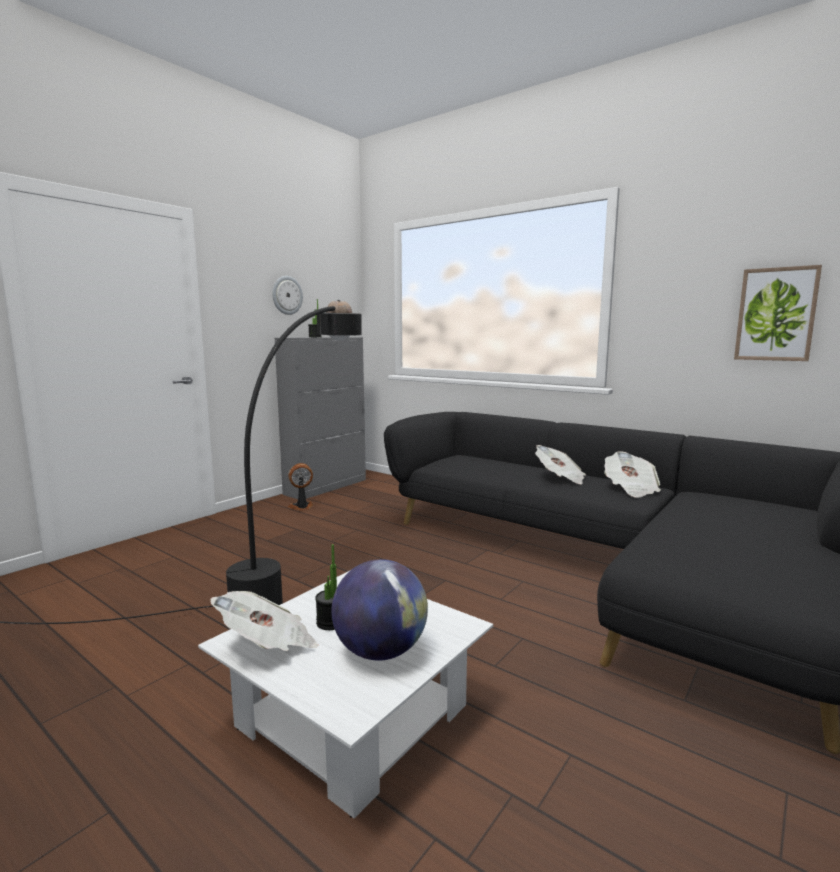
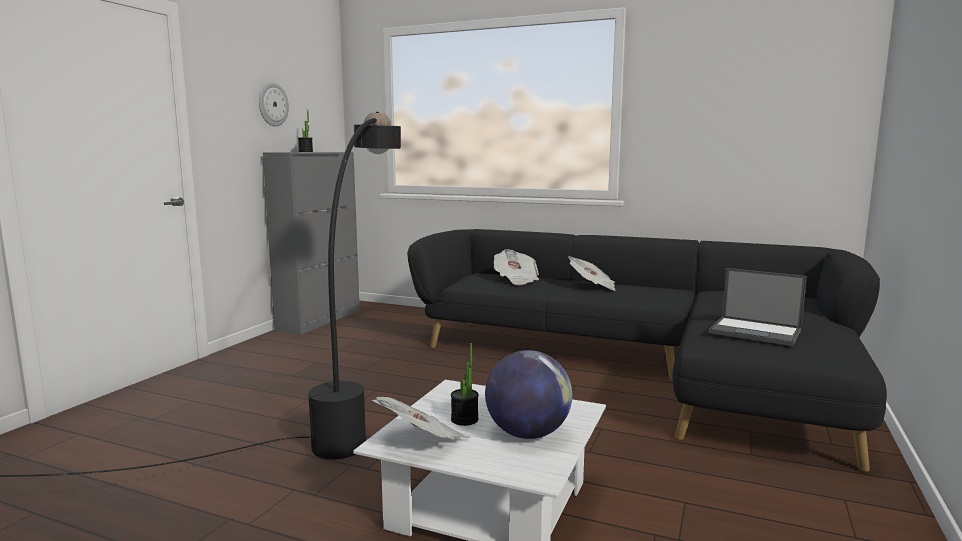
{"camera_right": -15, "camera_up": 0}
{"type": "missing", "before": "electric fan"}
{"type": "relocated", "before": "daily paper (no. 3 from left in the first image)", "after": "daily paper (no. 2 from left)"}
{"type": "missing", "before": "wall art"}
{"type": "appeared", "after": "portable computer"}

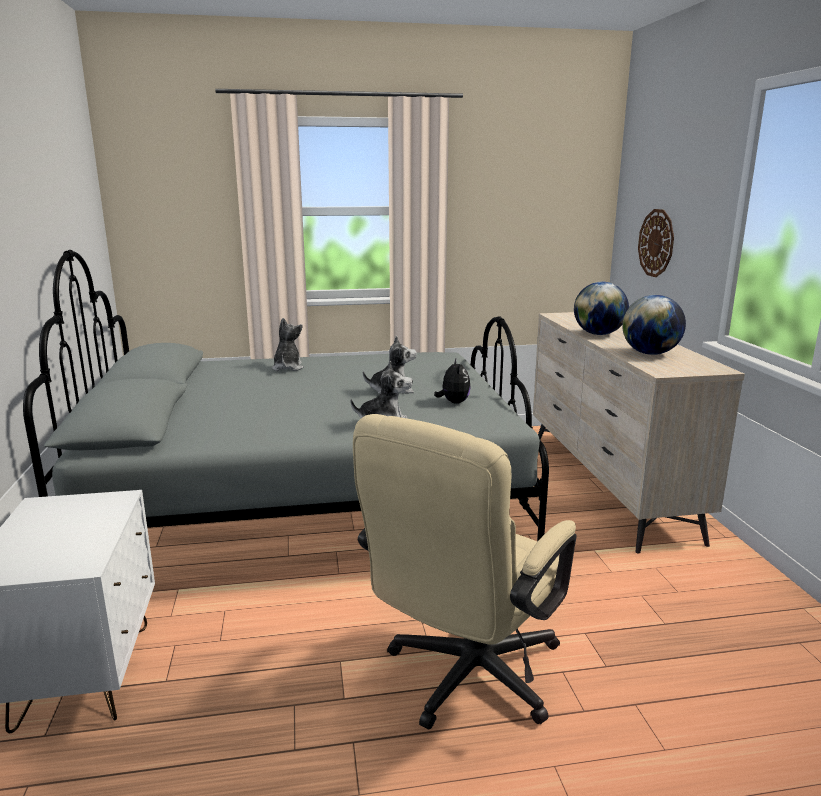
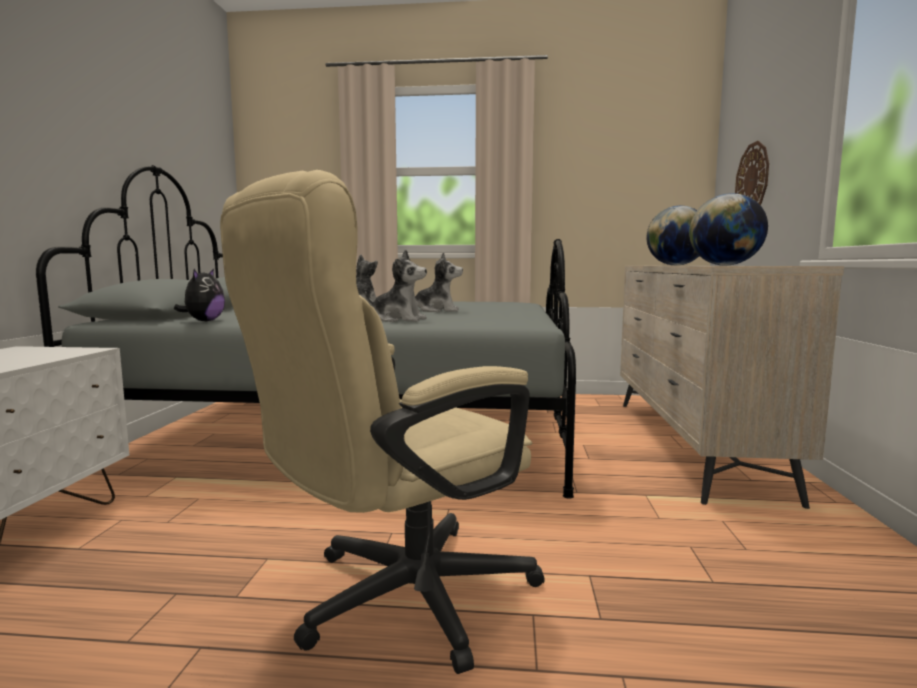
{"camera_right": 15, "camera_up": -10}
{"type": "relocated", "before": "cuddly toy (no. 4 from left in the first image)", "after": "cuddly toy (no. 1 from left)"}

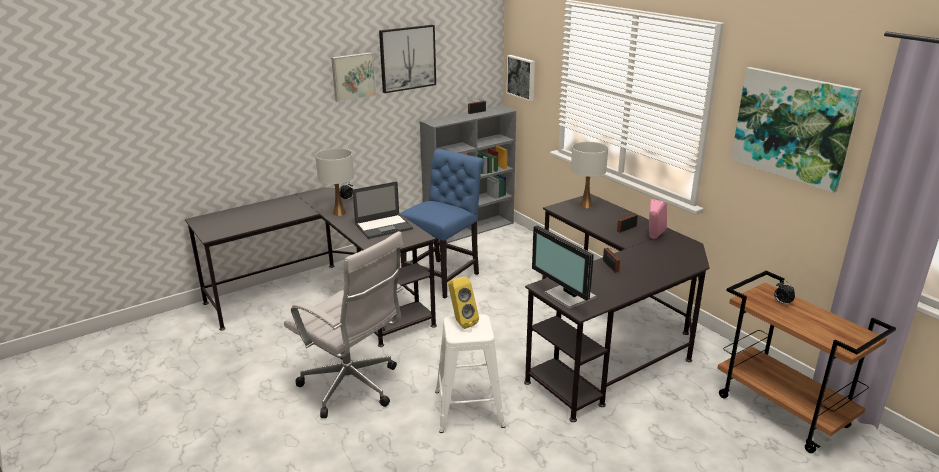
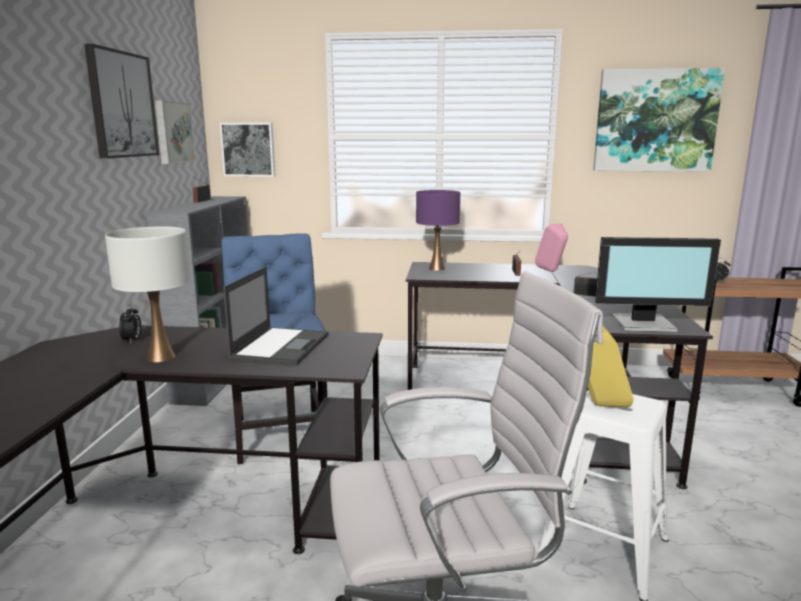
{"camera_right": -50, "camera_up": -10}
{"type": "relocated", "before": "wall art (no. 1 from left in the first image)", "after": "wall art (no. 2 from left)"}
{"type": "colour", "before": "tabletop lamp/white-coloured (no. 2 from left)", "after": "tabletop lamp/purple-coloured"}

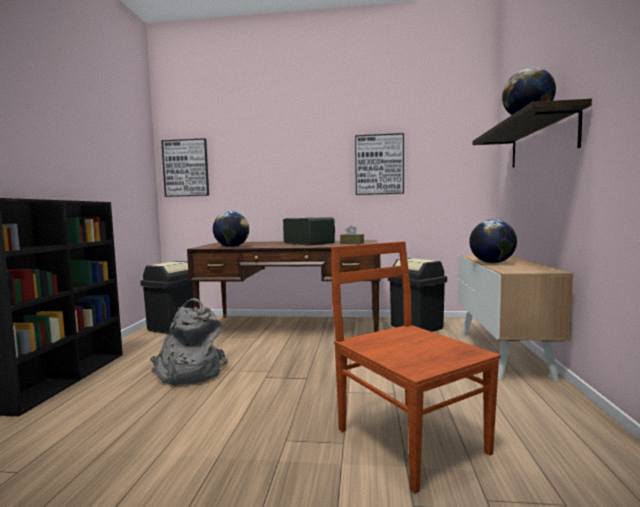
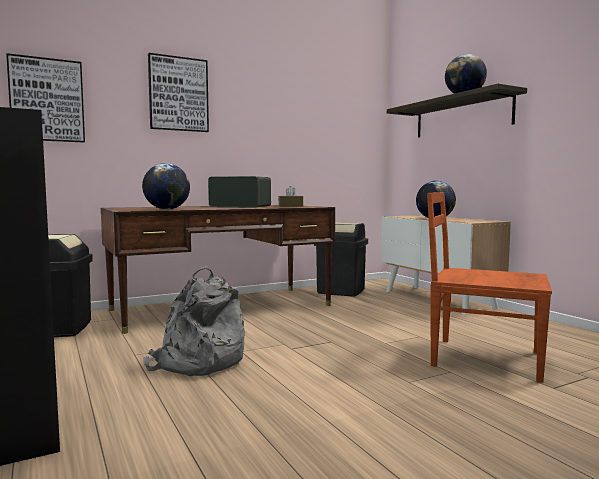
{"camera_right": -35, "camera_up": 0}
{"type": "relocated", "before": "wall art (no. 2 from left)"}

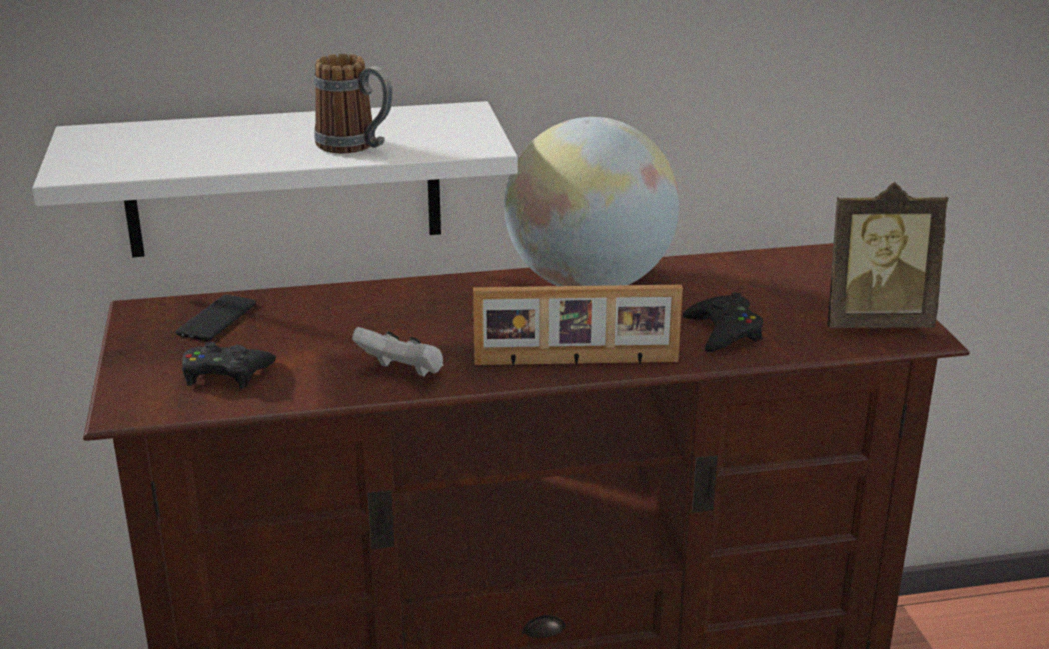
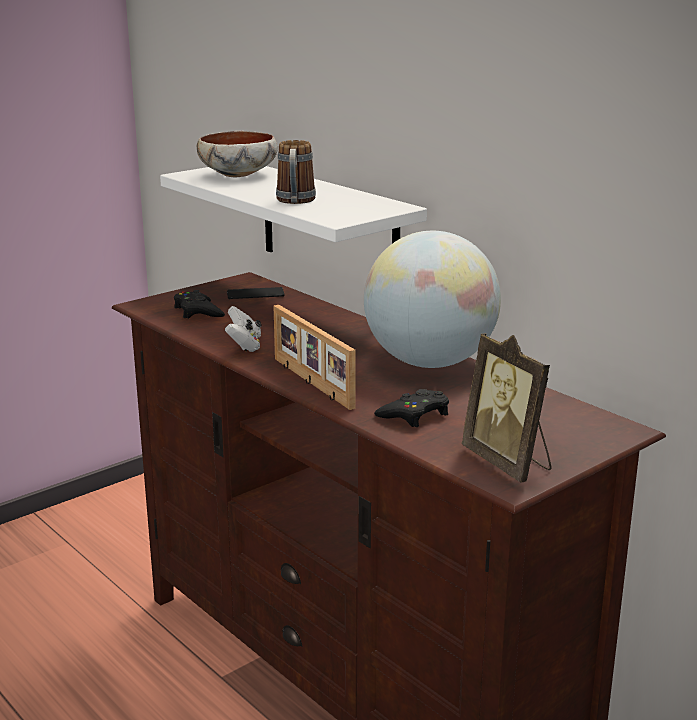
{"camera_right": 60, "camera_up": -5}
{"type": "appeared", "after": "serving bowl"}

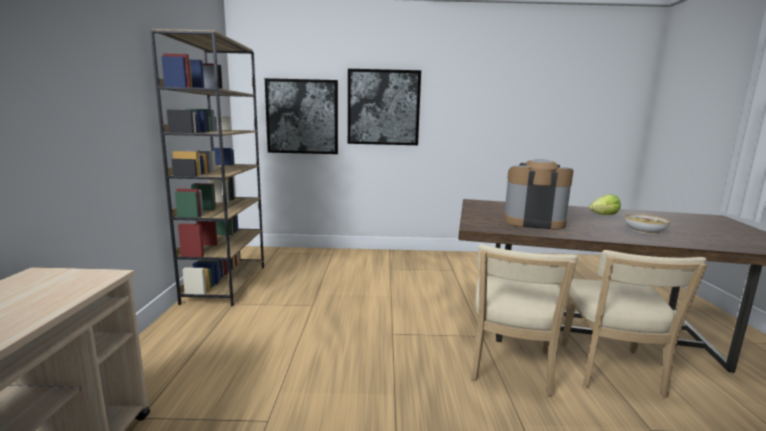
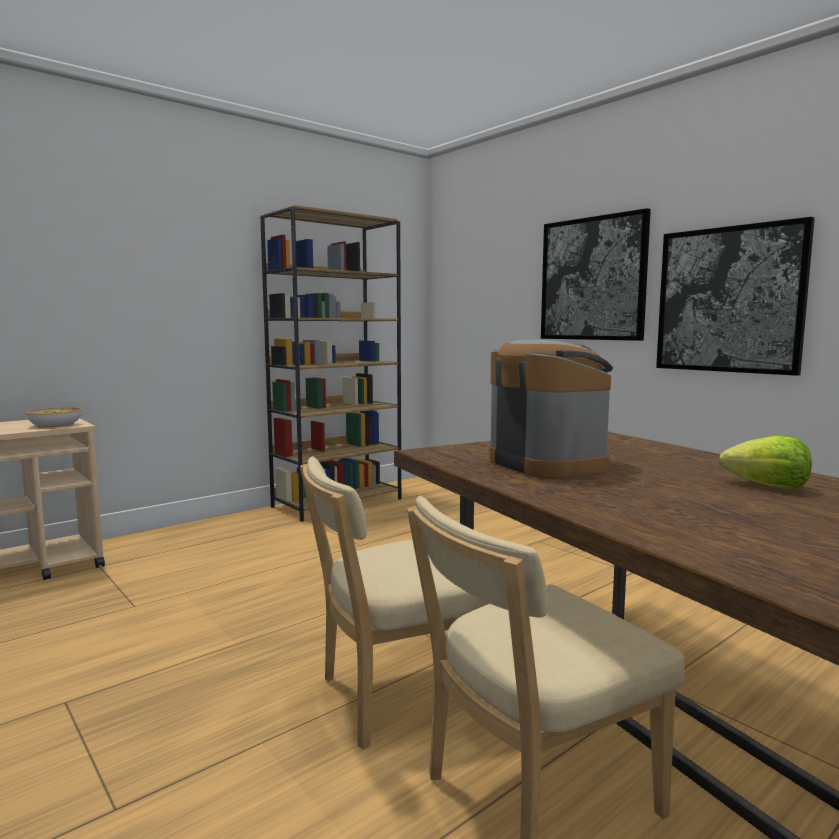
{"camera_right": 50, "camera_up": -5}
{"type": "relocated", "before": "wall art (no. 1 from left in the first image)", "after": "wall art (no. 2 from left)"}
{"type": "relocated", "before": "serving bowl"}

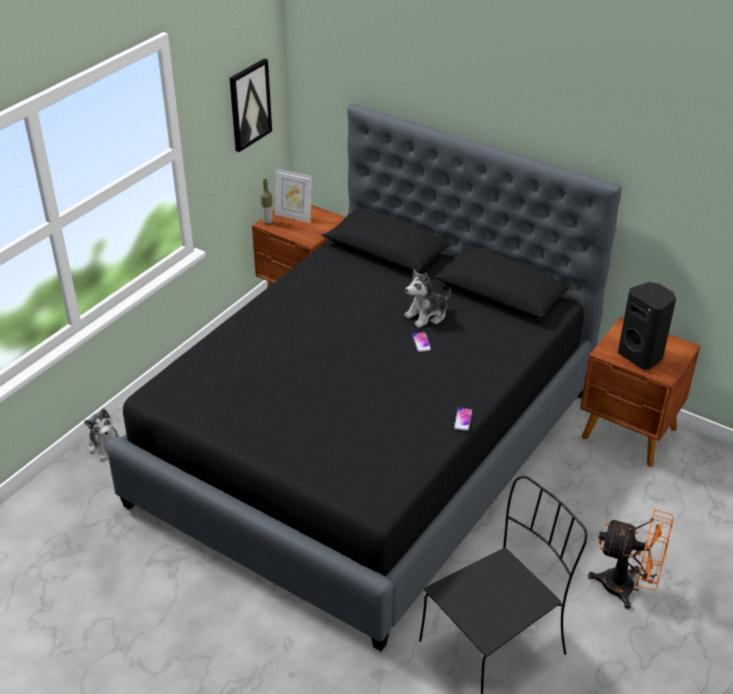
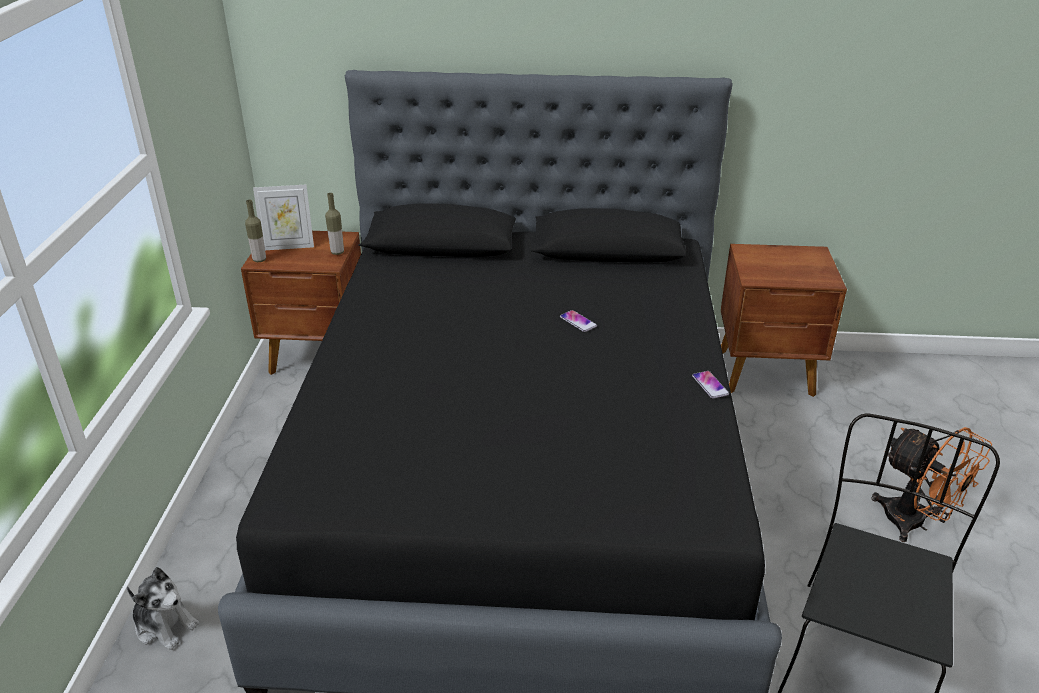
{"camera_right": -30, "camera_up": -5}
{"type": "missing", "before": "wall art"}
{"type": "missing", "before": "cuddly toy (no. 2 from left)"}
{"type": "spun", "before": "electric fan/orange-coloured", "turn": 60}
{"type": "missing", "before": "audio speaker/black-coloured"}
{"type": "appeared", "after": "drink bottle (no. 2 from left)"}

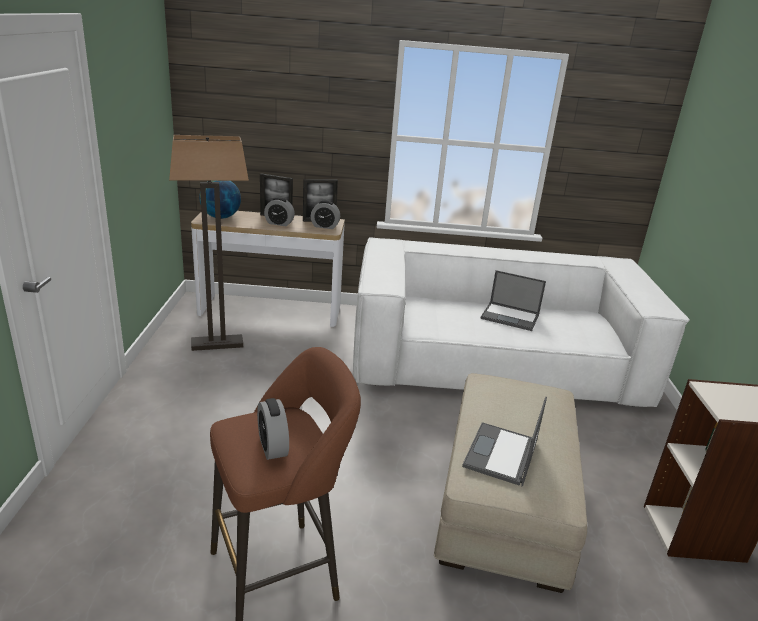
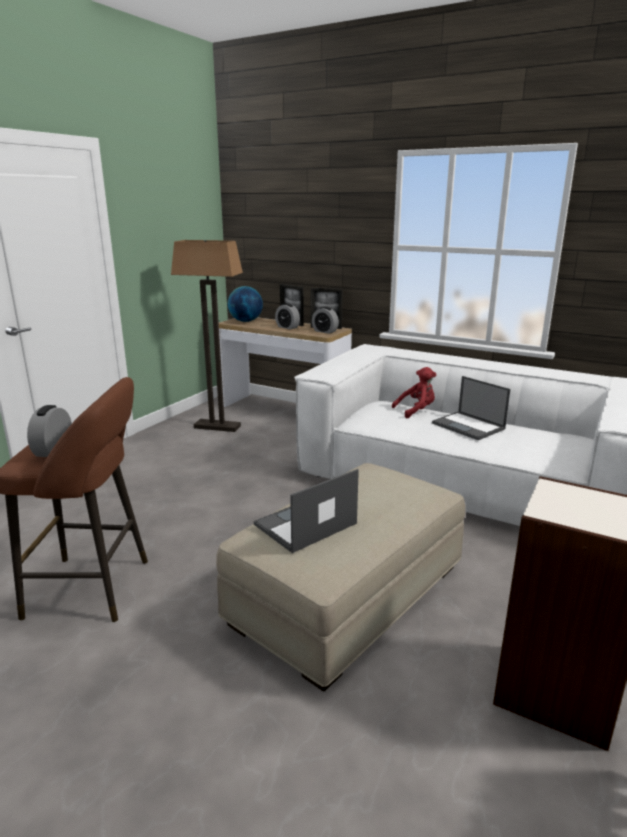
{"camera_right": 30, "camera_up": -5}
{"type": "appeared", "after": "cuddly toy/reddish"}

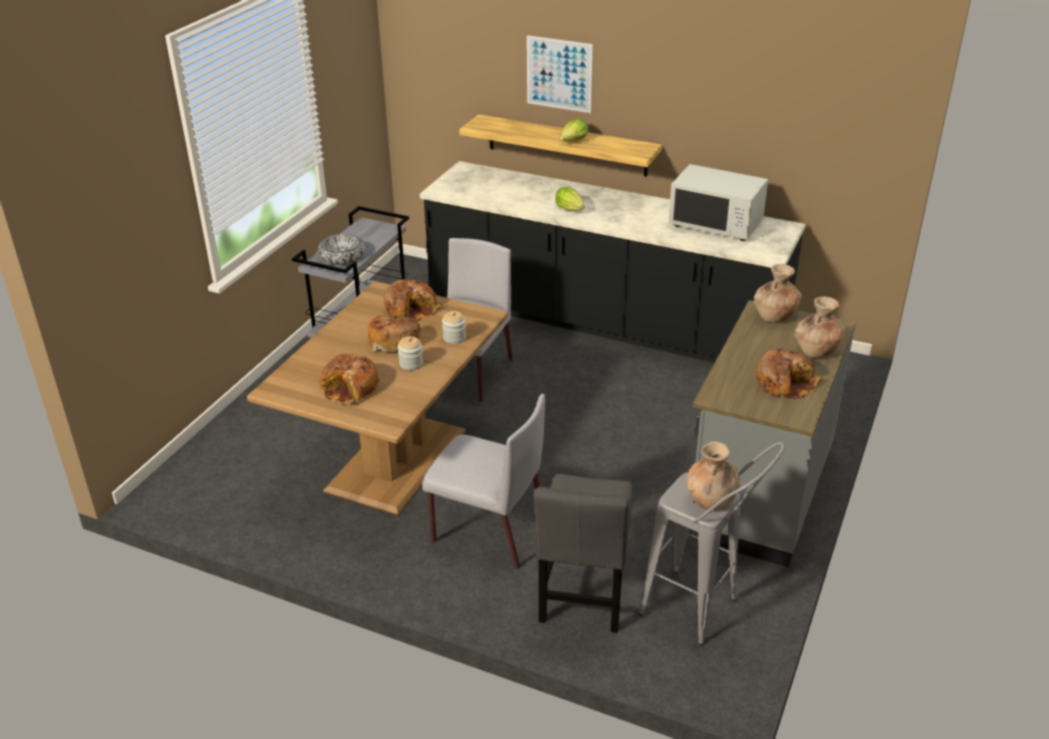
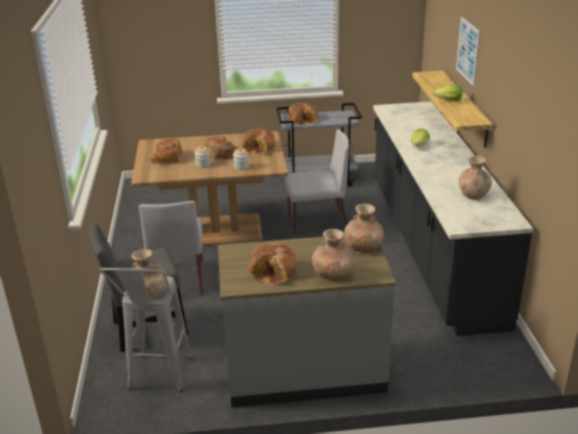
{"camera_right": 60, "camera_up": -5}
{"type": "exchanged", "before": "serving bowl", "after": "bakery bread (no. 5 from left)"}
{"type": "exchanged", "before": "microwave/white-coloured", "after": "decorative vase/brownish (no. 4 from left)"}

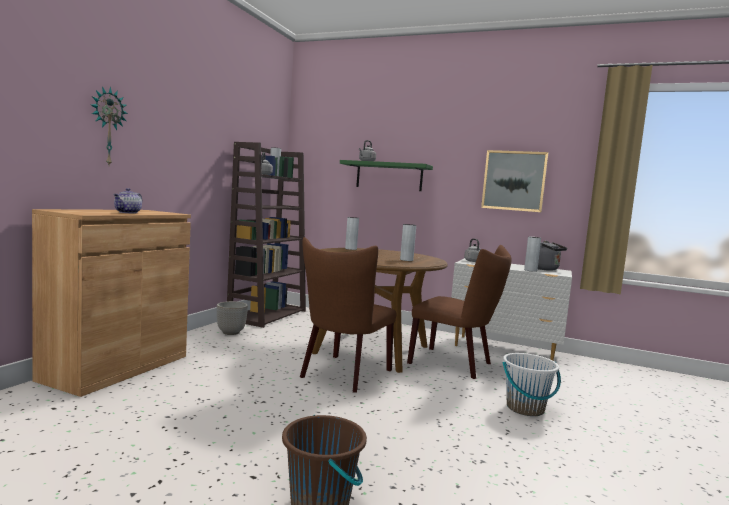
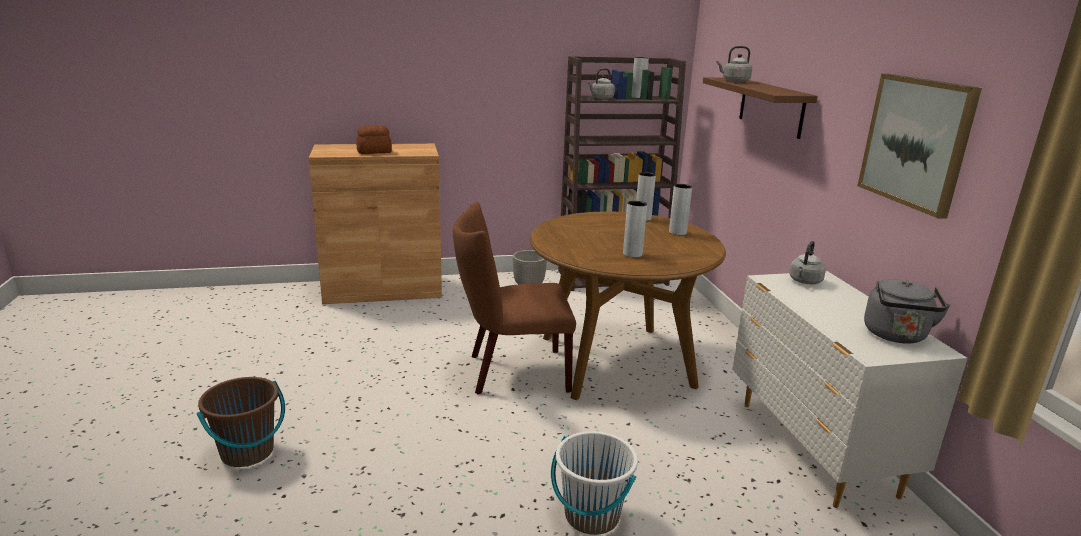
{"camera_right": 55, "camera_up": 15}
{"type": "missing", "before": "hanging clock"}
{"type": "exchanged", "before": "pot for tea", "after": "bakery bread"}
{"type": "colour", "before": "shelf/green-coloured", "after": "shelf/brownish"}
{"type": "missing", "before": "chair/brownish (no. 2 from left)"}
{"type": "relocated", "before": "decorative vase/gray (no. 4 from left)"}

